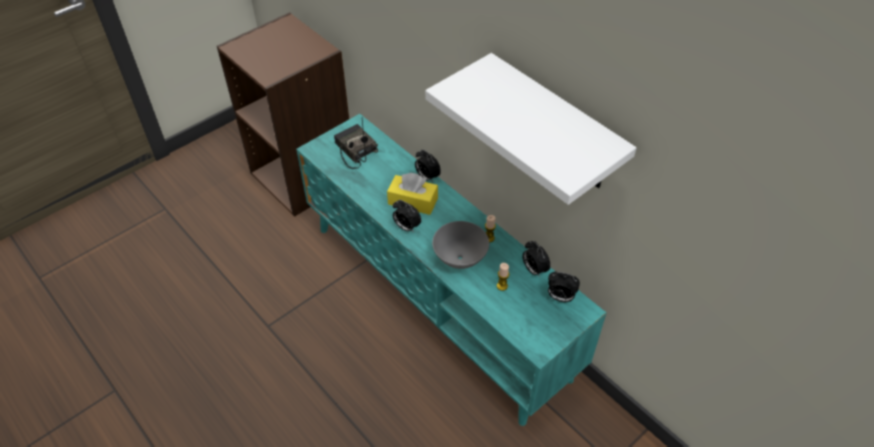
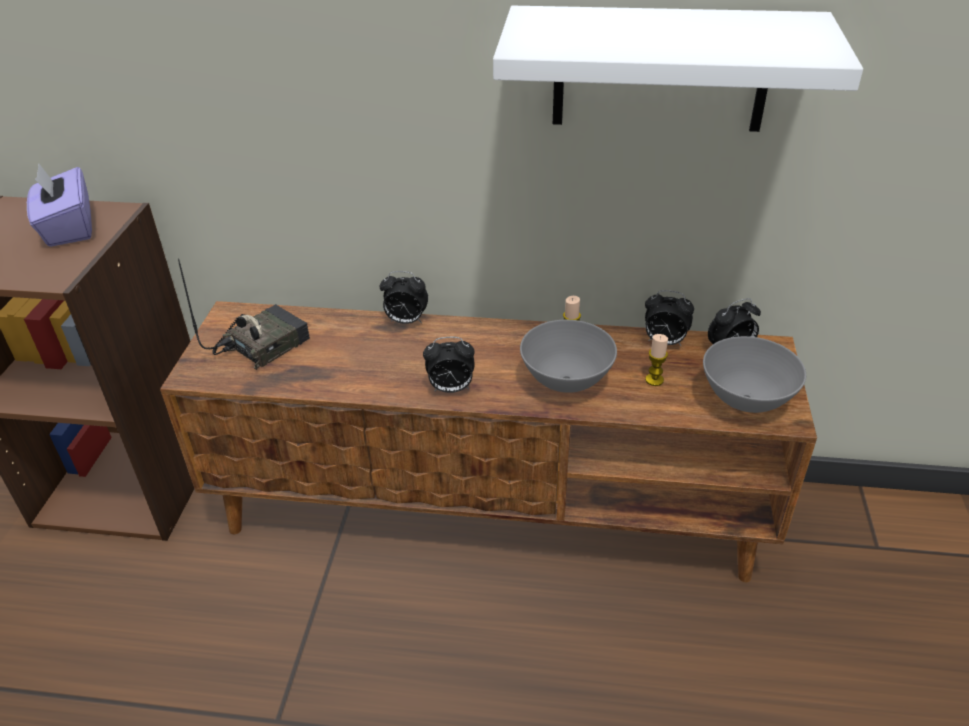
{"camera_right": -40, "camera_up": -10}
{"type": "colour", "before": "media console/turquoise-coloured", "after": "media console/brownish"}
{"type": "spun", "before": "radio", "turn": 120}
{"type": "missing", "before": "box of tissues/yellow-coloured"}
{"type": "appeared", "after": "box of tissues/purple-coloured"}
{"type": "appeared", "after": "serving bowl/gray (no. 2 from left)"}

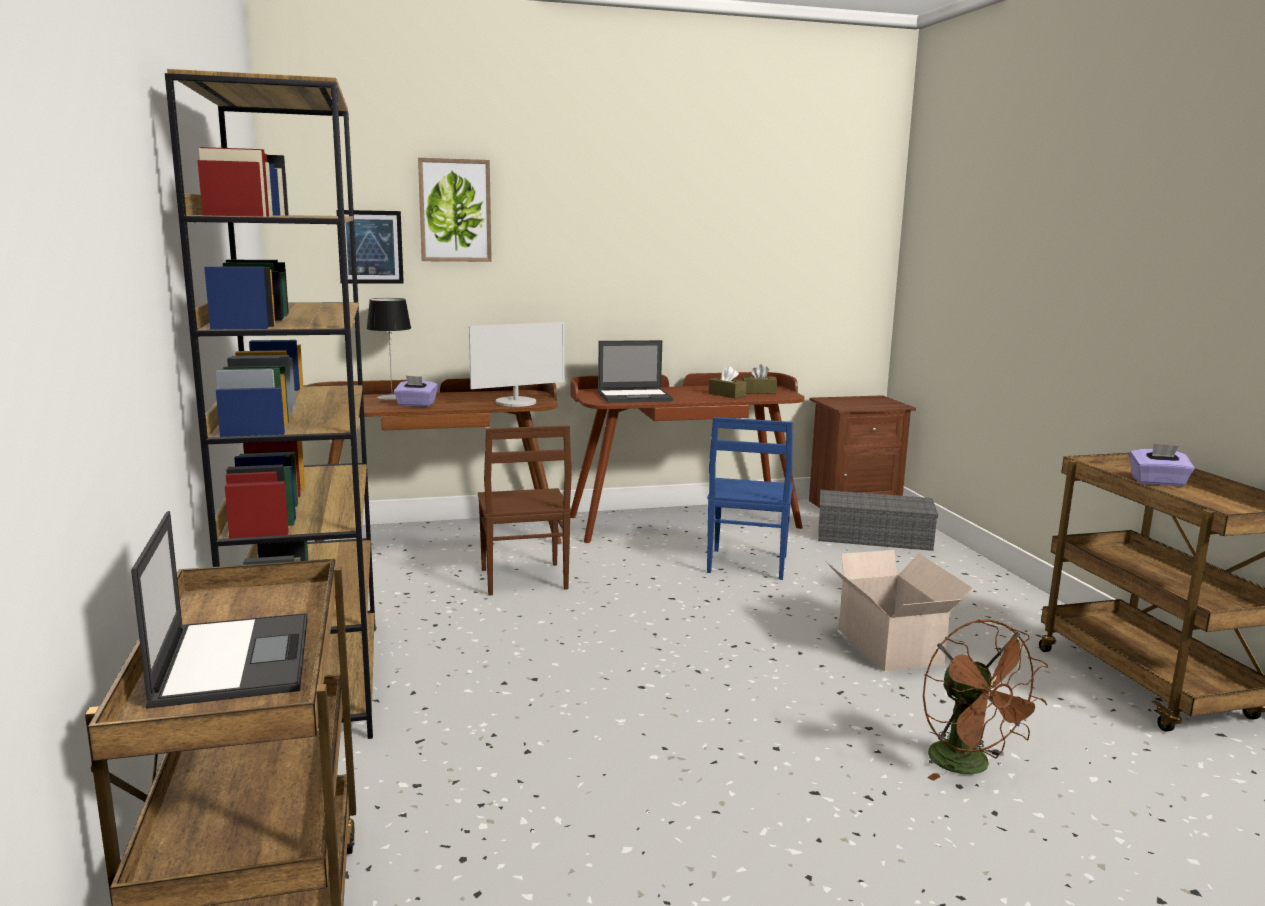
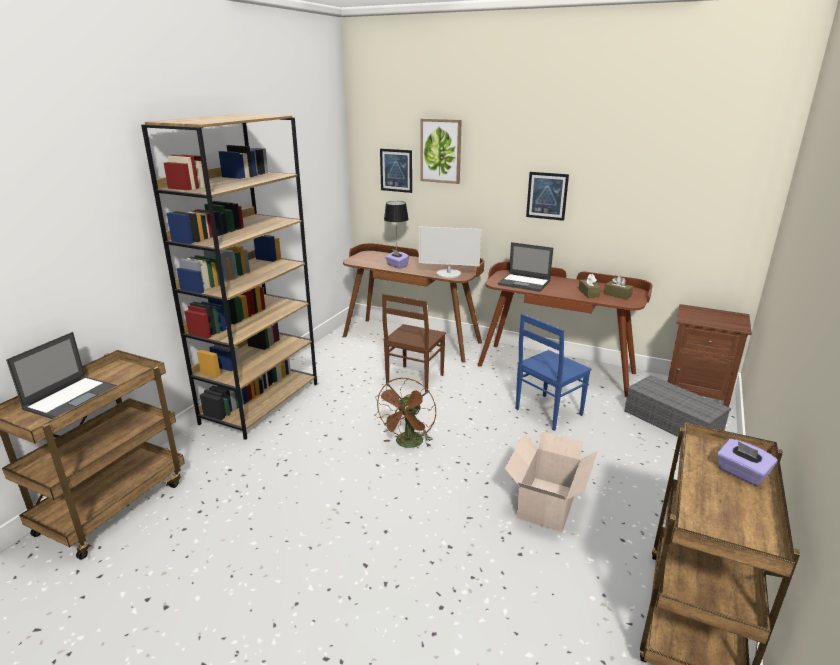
{"camera_right": 40, "camera_up": 10}
{"type": "relocated", "before": "electric fan/brownish"}
{"type": "appeared", "after": "wall art (no. 3 from left)"}

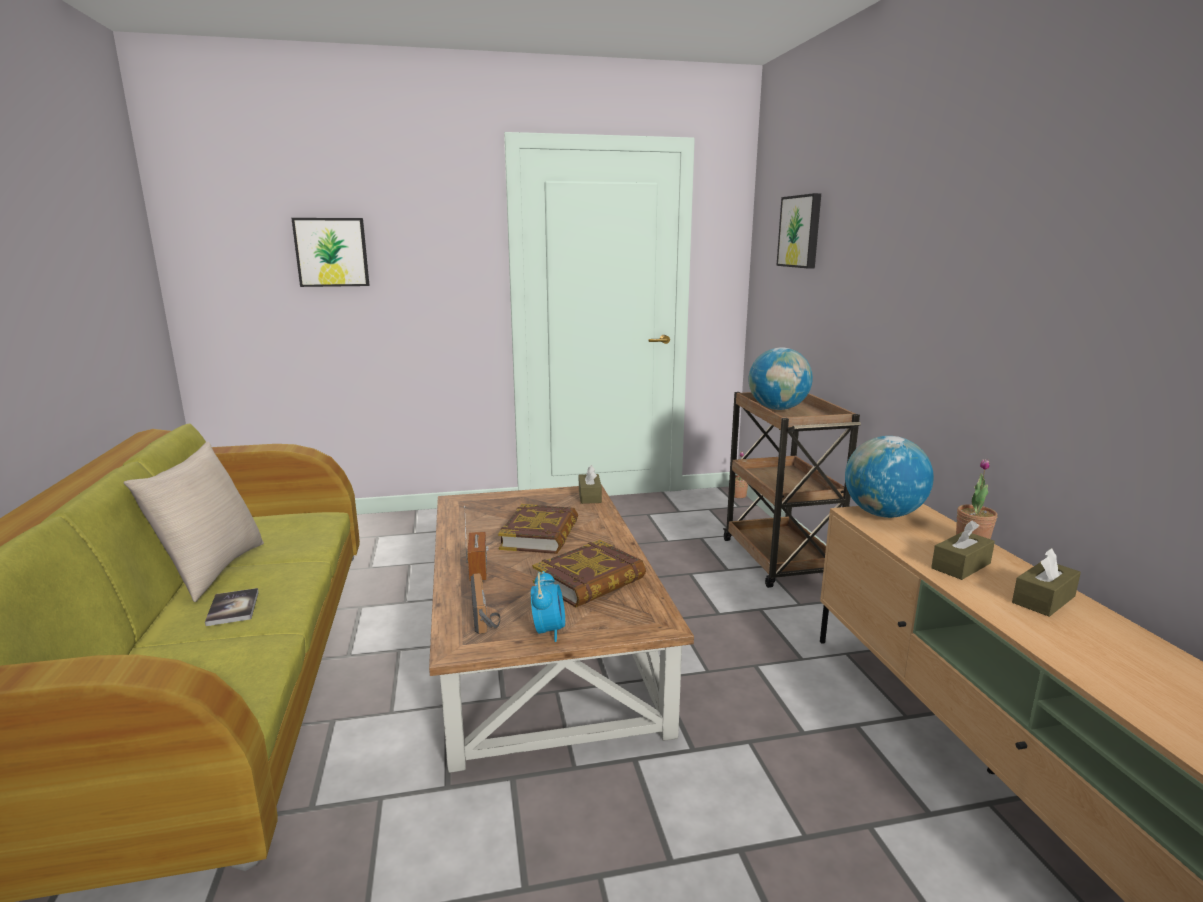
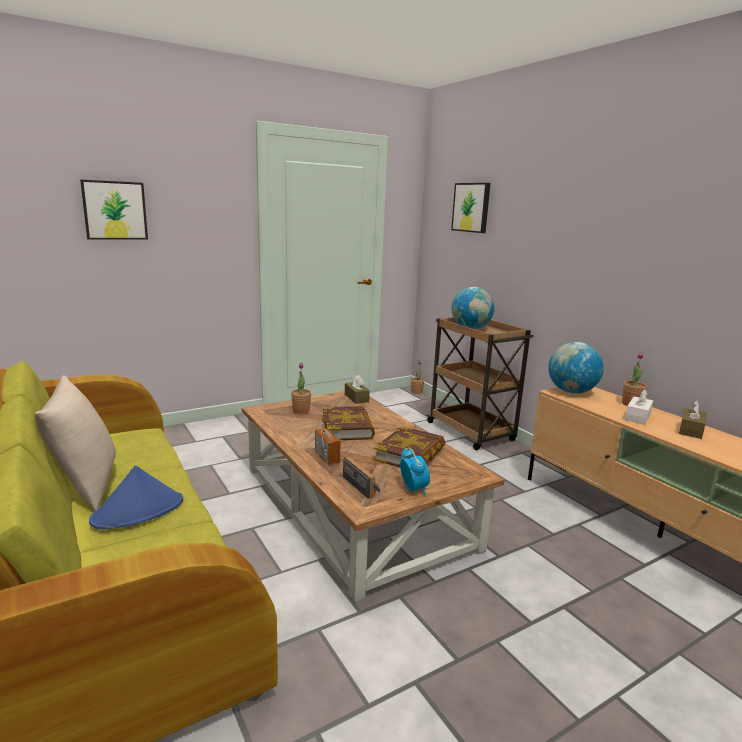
{"camera_right": -20, "camera_up": 0}
{"type": "exchanged", "before": "bound book (no. 1 from left)", "after": "clothing hat/blue-coloured"}
{"type": "colour", "before": "box of tissues/brownish (no. 2 from left)", "after": "box of tissues/white-coloured"}
{"type": "appeared", "after": "houseplant (no. 1 from left)"}

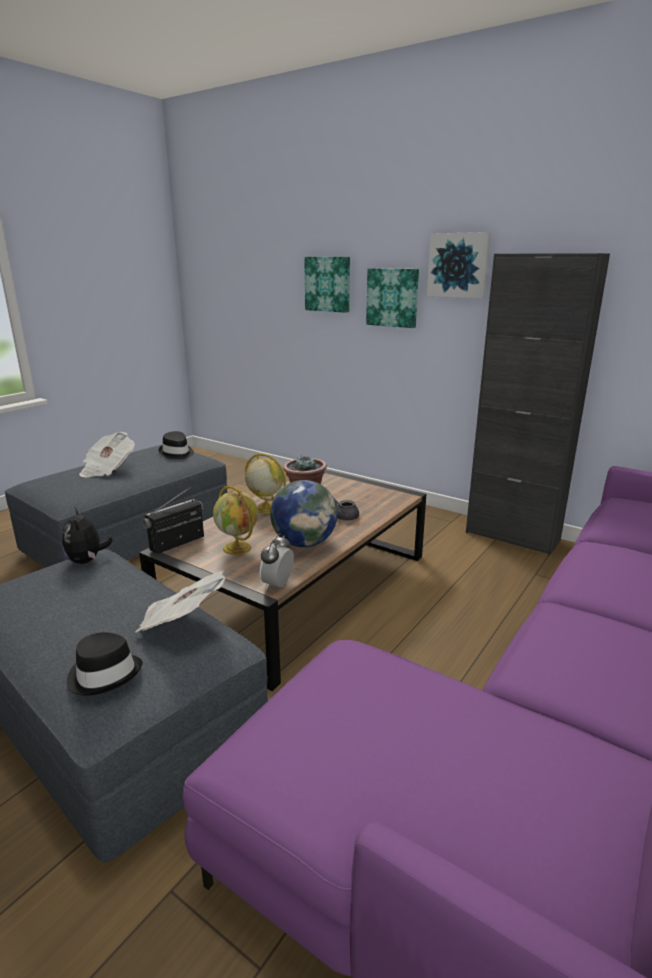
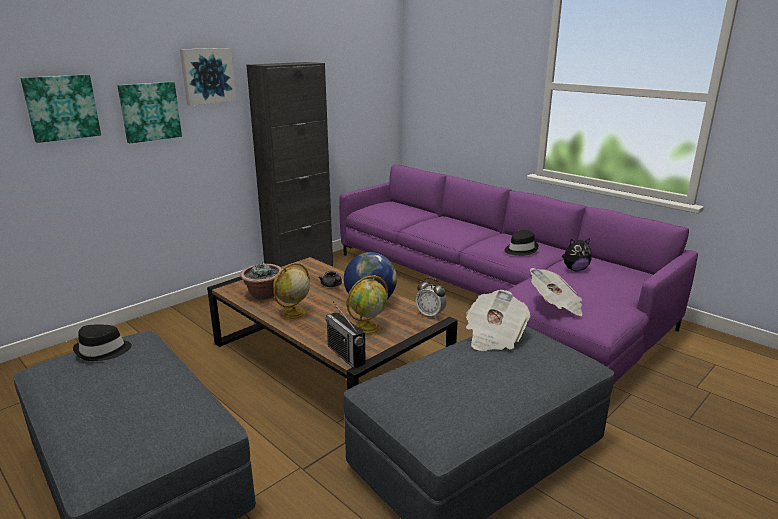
{"camera_right": -80, "camera_up": 0}
{"type": "relocated", "before": "cuddly toy"}
{"type": "relocated", "before": "clothing hat/black-coloured (no. 1 from left in the first image)", "after": "clothing hat/black-coloured (no. 2 from left)"}
{"type": "relocated", "before": "daily paper (no. 1 from left in the first image)", "after": "daily paper (no. 2 from left)"}

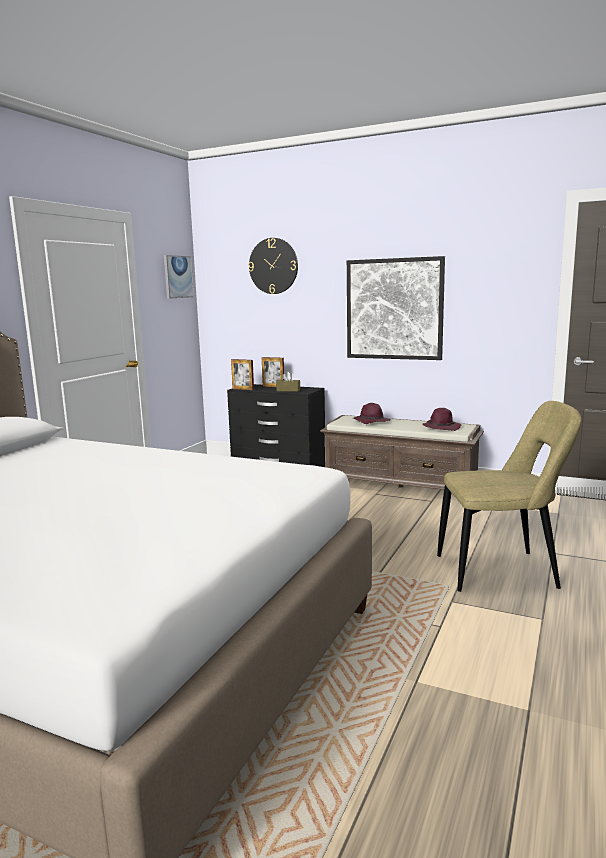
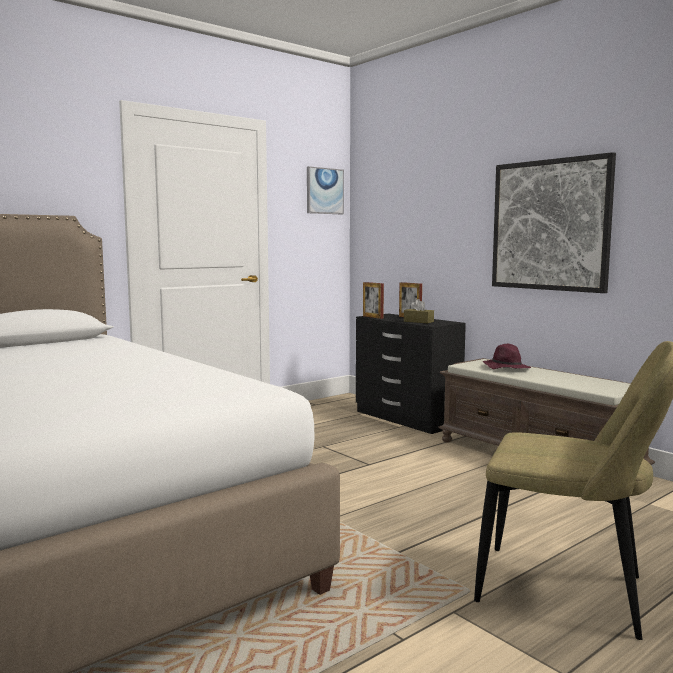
{"camera_right": 25, "camera_up": -5}
{"type": "missing", "before": "hanging clock"}
{"type": "missing", "before": "clothing hat/purple-coloured (no. 2 from left)"}

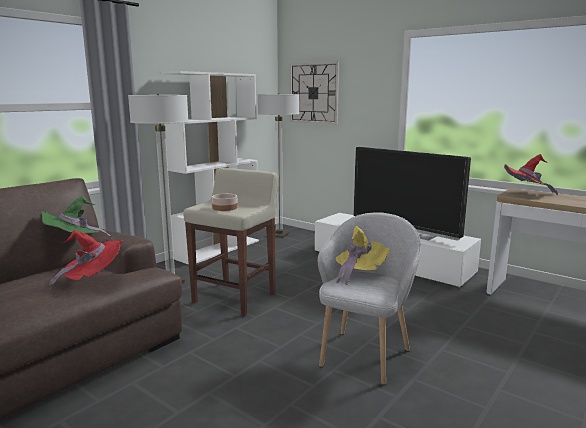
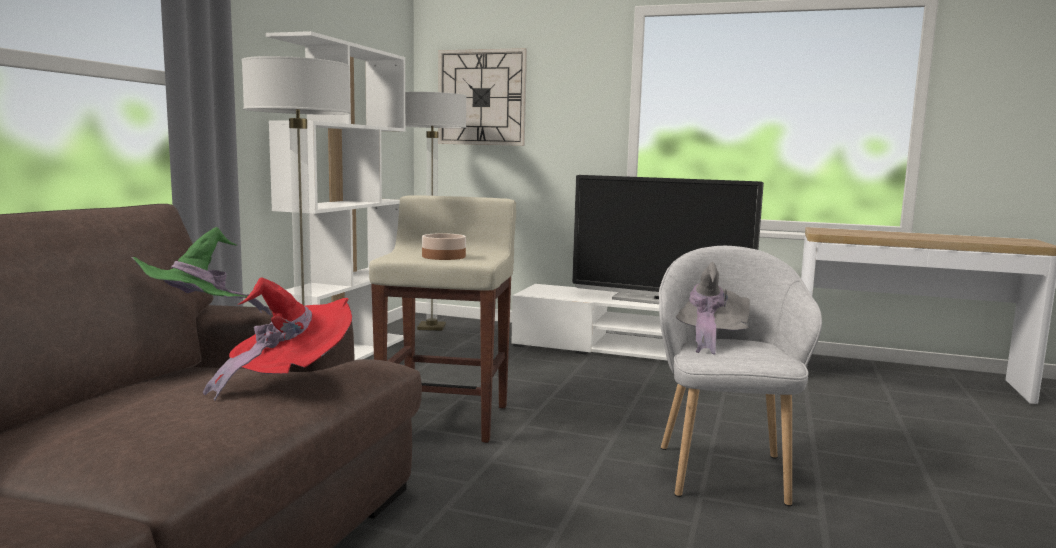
{"camera_right": -20, "camera_up": -5}
{"type": "colour", "before": "clothing hat/yellow-coloured", "after": "clothing hat/gray"}
{"type": "missing", "before": "clothing hat/reddish (no. 2 from left)"}

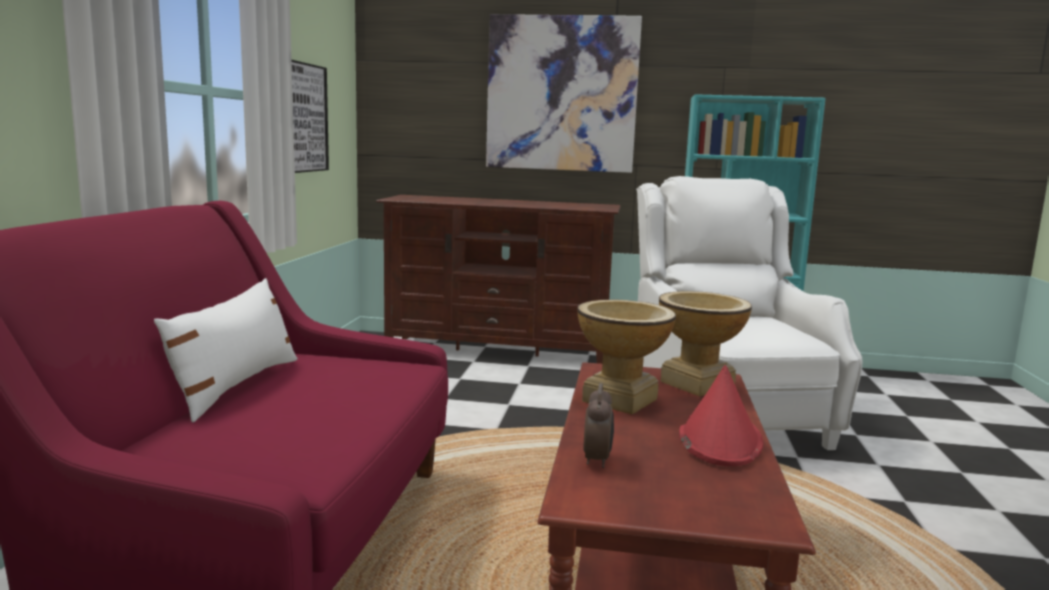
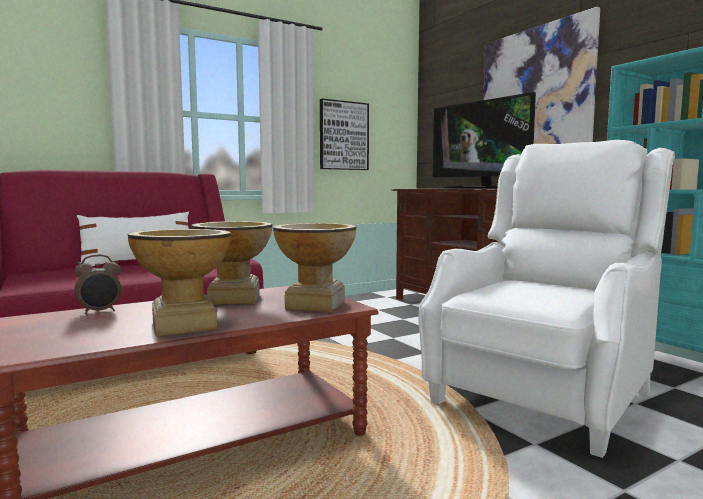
{"camera_right": 50, "camera_up": -5}
{"type": "exchanged", "before": "clothing hat/reddish", "after": "decorative vase (no. 1 from left)"}
{"type": "appeared", "after": "television"}

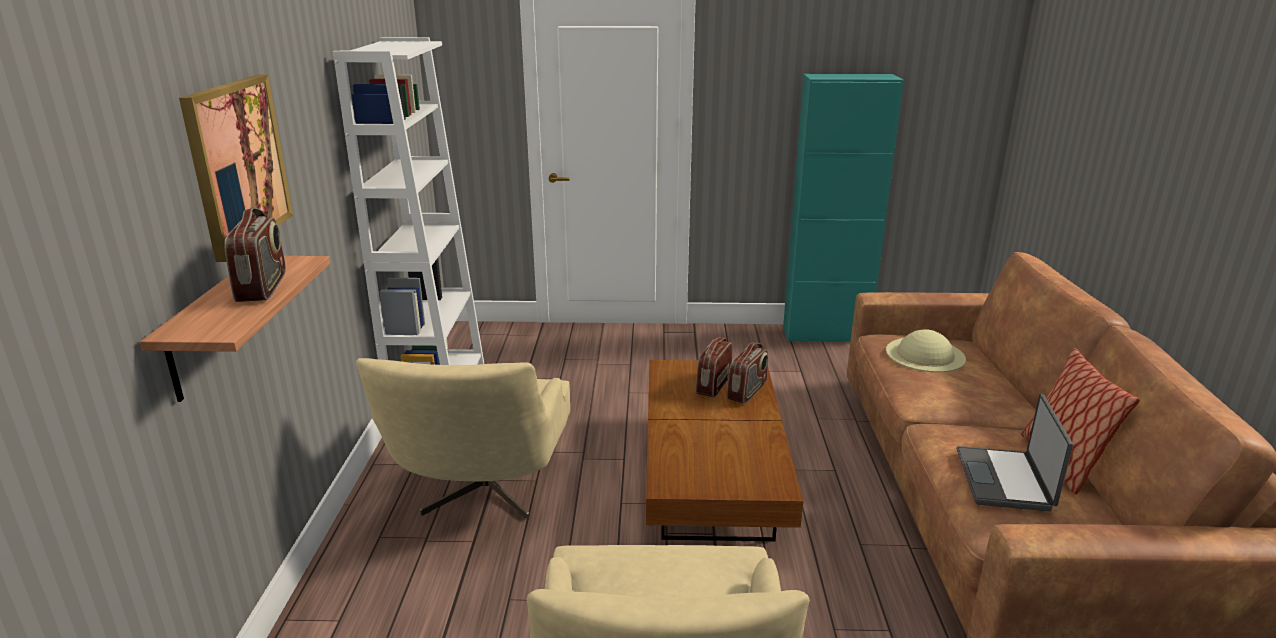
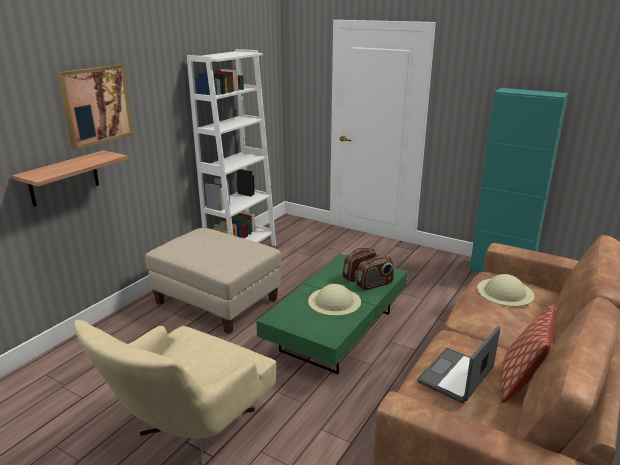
{"camera_right": 30, "camera_up": 0}
{"type": "missing", "before": "radio (no. 1 from left)"}
{"type": "exchanged", "before": "armchair/beige (no. 1 from left)", "after": "footrest/beige"}
{"type": "colour", "before": "low table/brownish", "after": "low table/green-coloured"}
{"type": "appeared", "after": "clothing hat/beige (no. 1 from left)"}

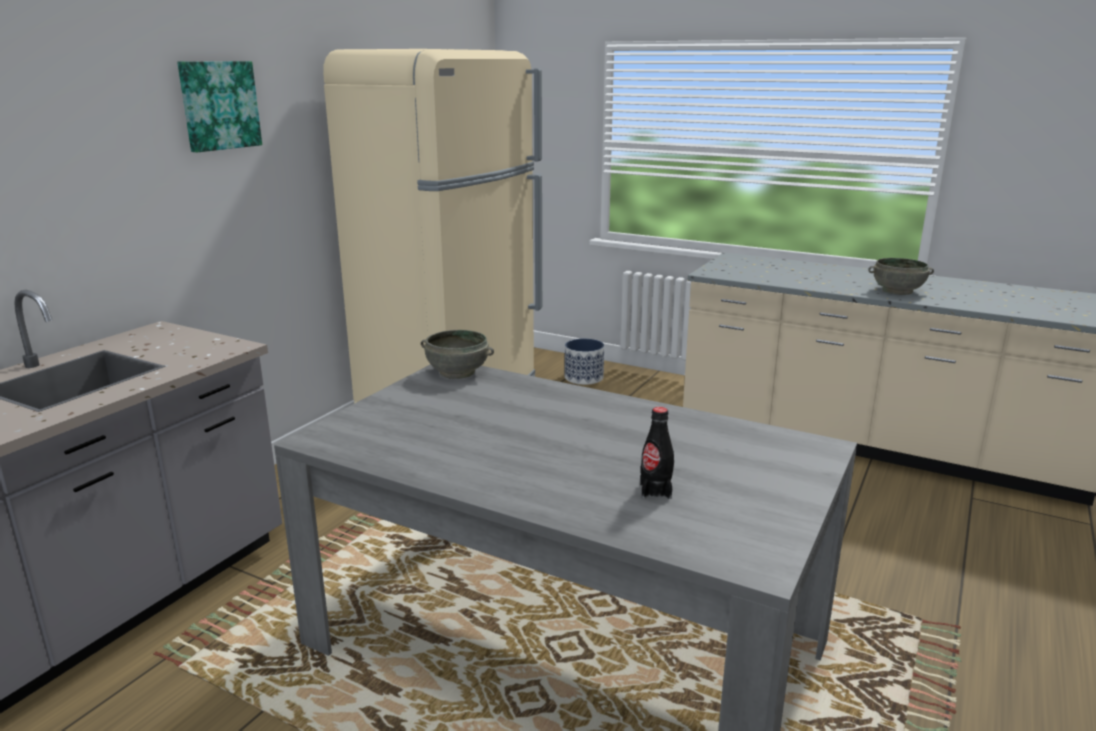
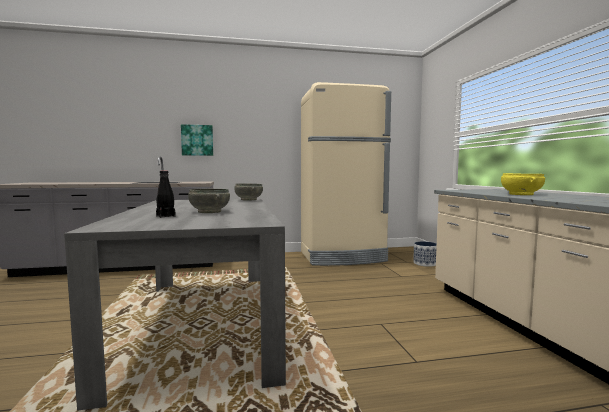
{"camera_right": 50, "camera_up": -15}
{"type": "relocated", "before": "wall art"}
{"type": "relocated", "before": "serving bowl/gray (no. 2 from left in the first image)", "after": "serving bowl/gray (no. 1 from left)"}
{"type": "appeared", "after": "serving bowl/yellow-coloured"}

